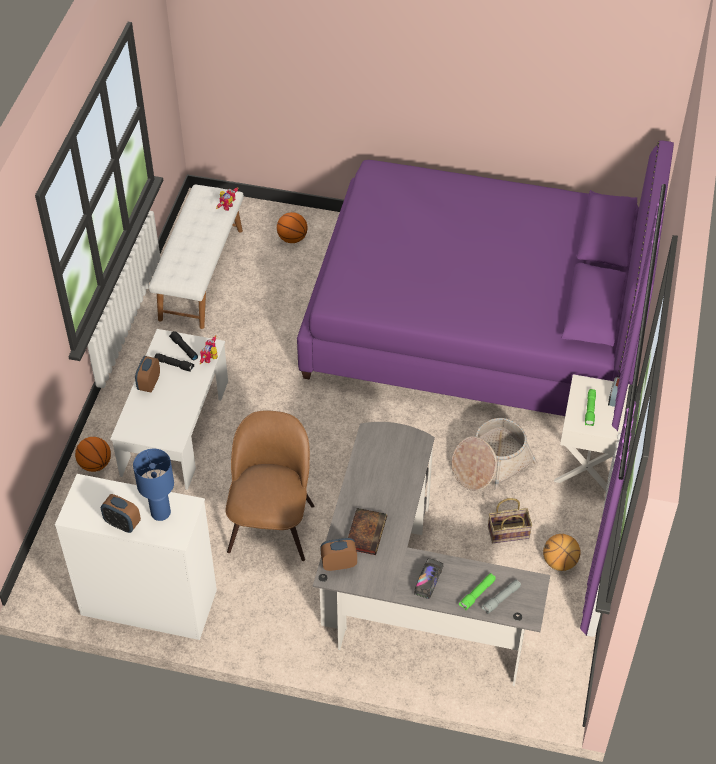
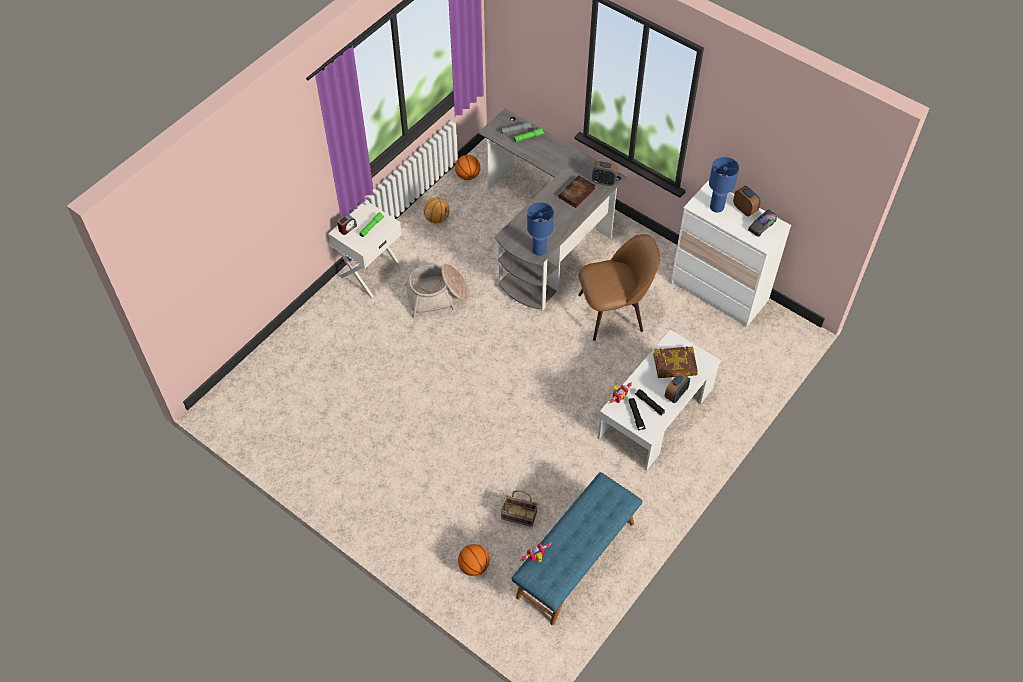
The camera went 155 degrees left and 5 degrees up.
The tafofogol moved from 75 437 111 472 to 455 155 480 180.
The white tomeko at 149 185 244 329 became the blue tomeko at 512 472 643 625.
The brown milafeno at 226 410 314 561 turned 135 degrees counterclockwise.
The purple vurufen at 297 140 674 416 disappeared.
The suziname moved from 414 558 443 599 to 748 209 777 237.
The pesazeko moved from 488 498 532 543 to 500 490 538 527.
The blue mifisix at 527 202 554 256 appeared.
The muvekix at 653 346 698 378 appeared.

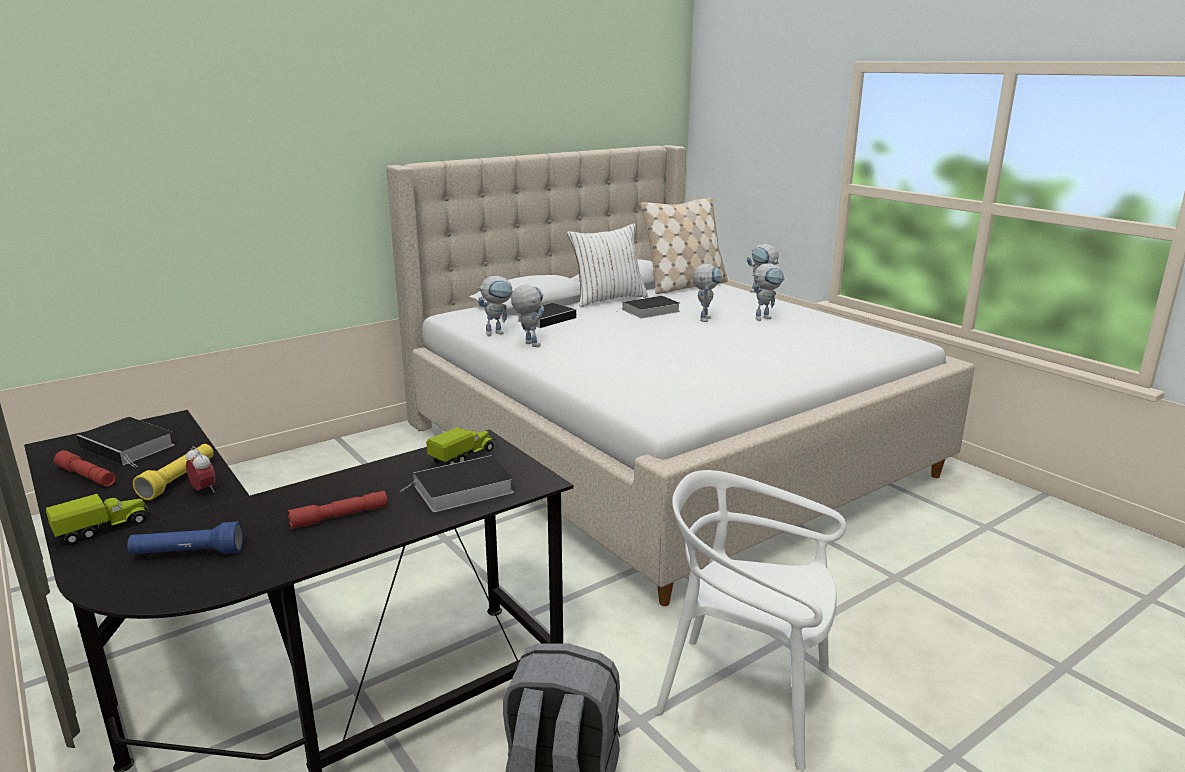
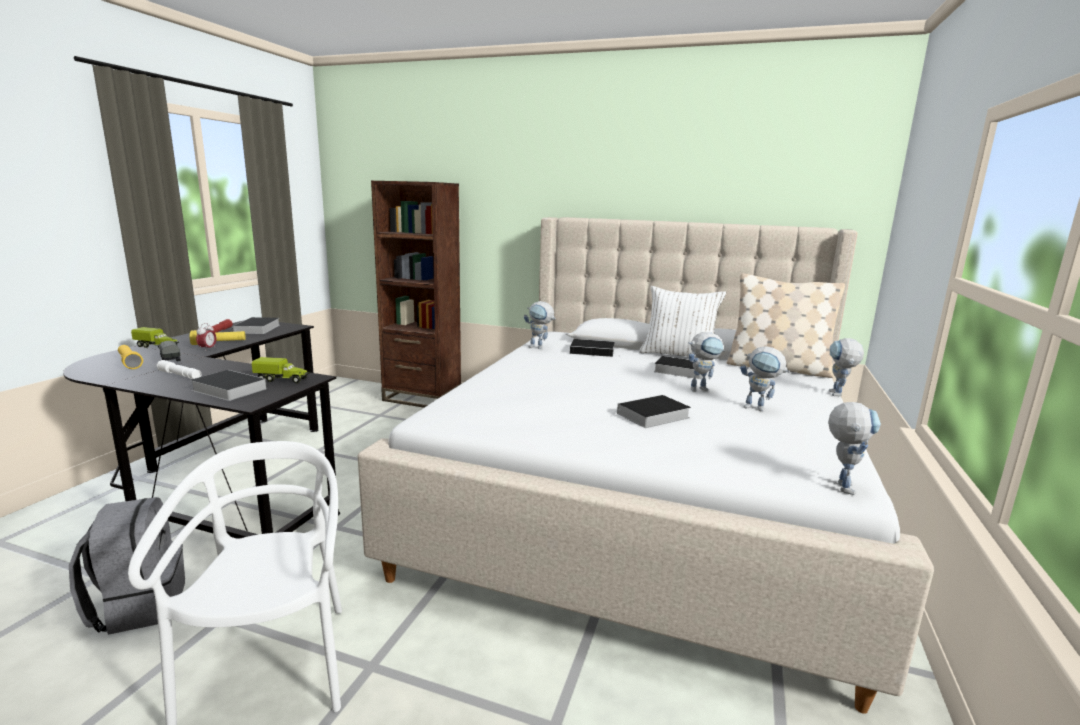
The camera went 55 degrees right and 5 degrees down.
The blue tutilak at 127 521 243 554 became the yellow tutilak at 118 345 143 369.
The red tutilak at 288 491 388 529 became the white tutilak at 157 360 202 379.
The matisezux moved from 511 284 544 347 to 828 402 881 495.
The suziname at 158 341 180 361 appeared.
The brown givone at 371 181 461 408 appeared.
The muvekix at 610 395 691 428 appeared.

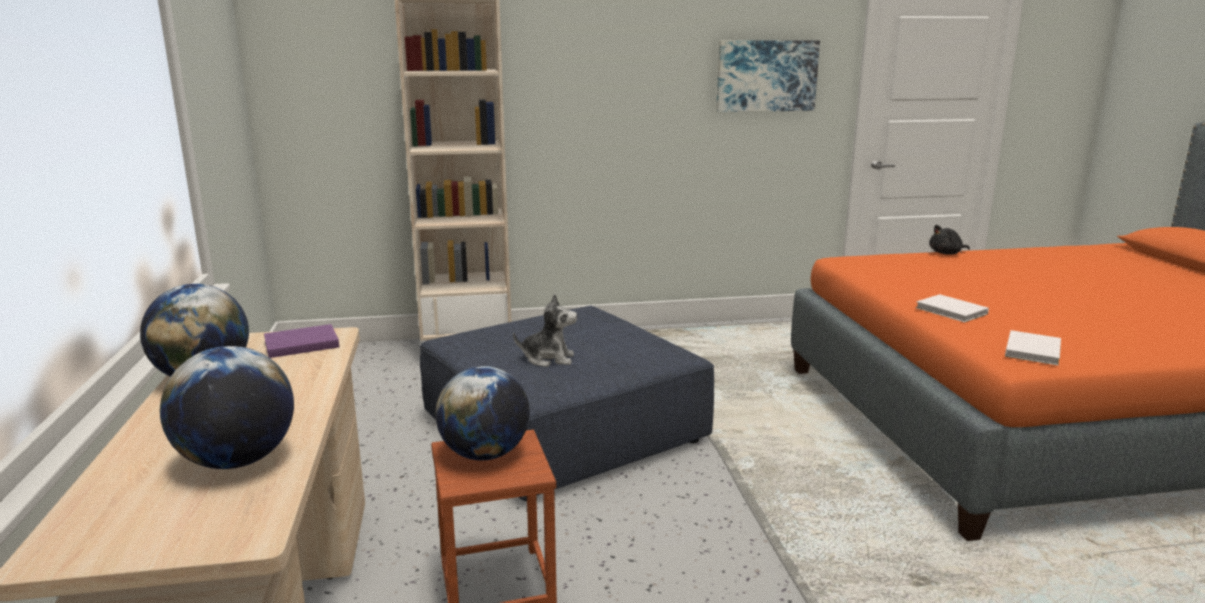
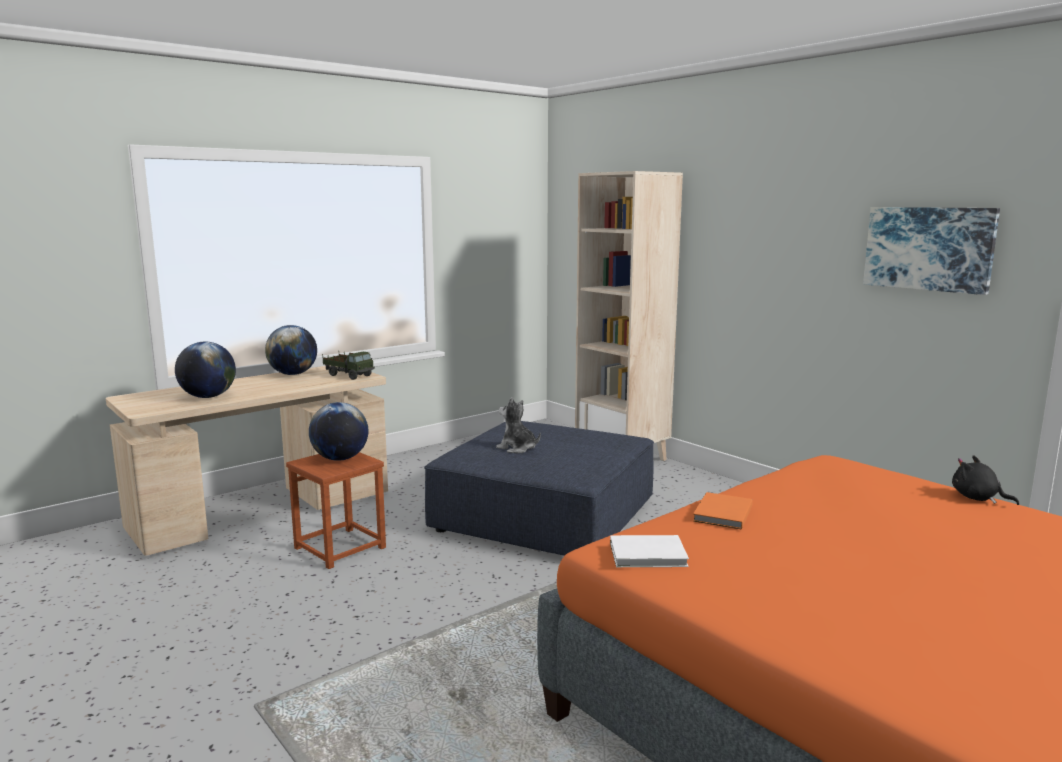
The camera went 60 degrees right and 5 degrees down.
The purple muvekix at 264 324 339 358 was replaced by the suziname at 322 352 375 380.
The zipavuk at 513 294 577 367 turned 150 degrees clockwise.
The white muvekix at 916 294 989 322 became the orange muvekix at 693 492 753 530.

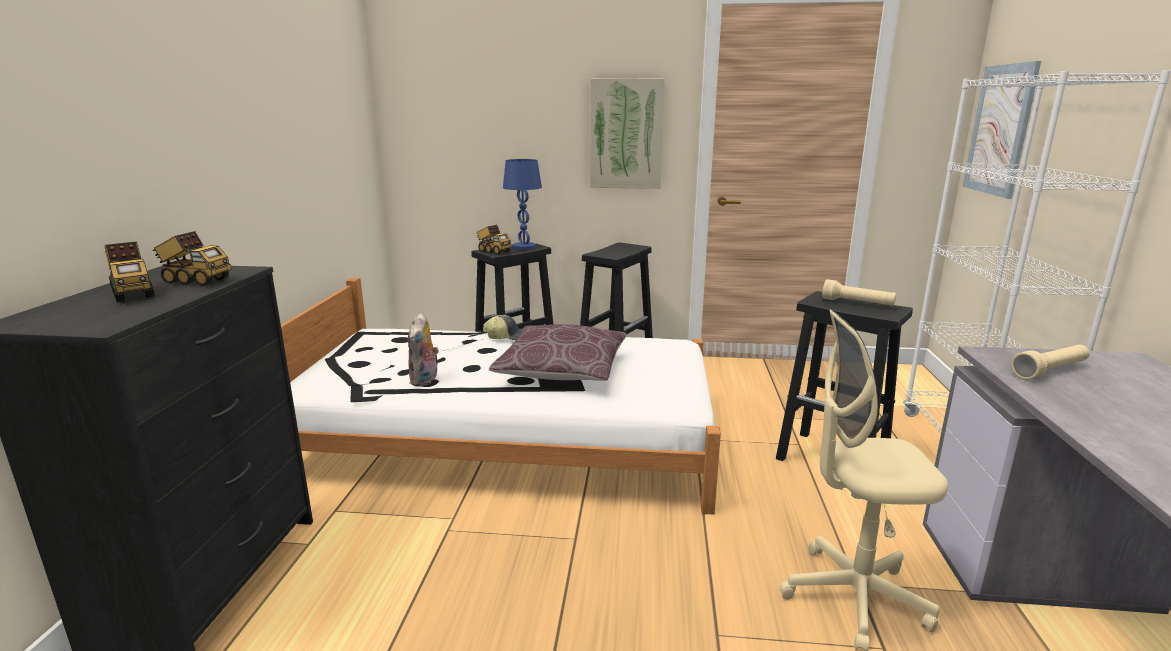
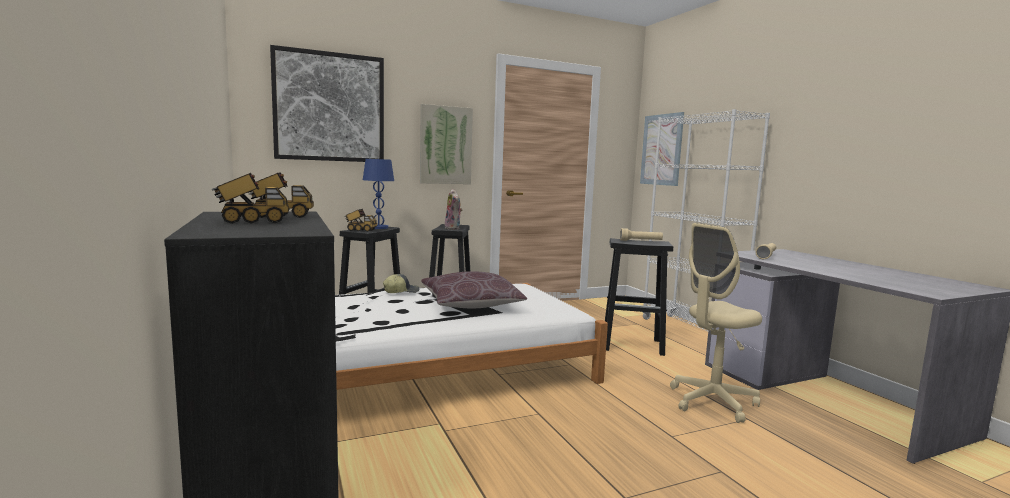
The camera went 30 degrees left and 10 degrees down.
The suziname at 105 242 154 302 turned 45 degrees counterclockwise.
The zipavuk moved from 408 313 439 386 to 443 189 462 230.
The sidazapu at 270 45 384 162 appeared.

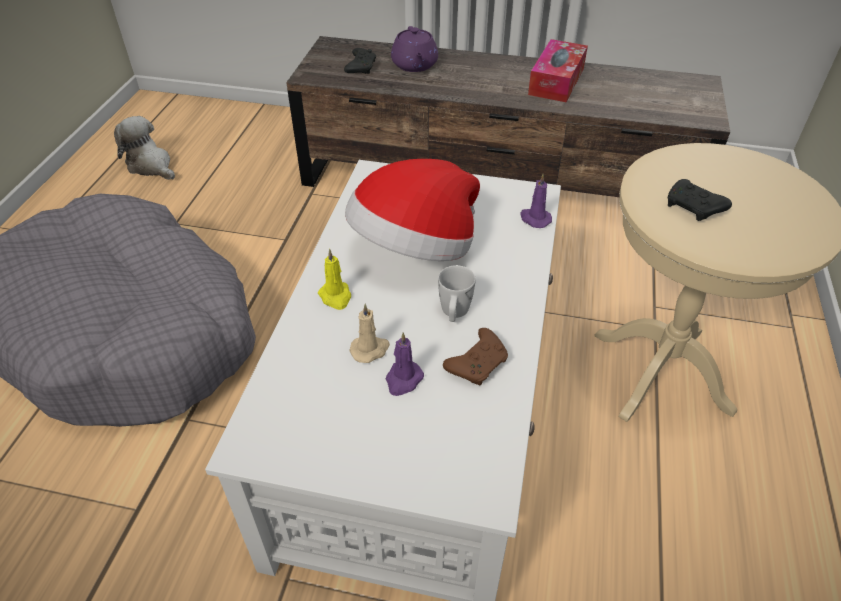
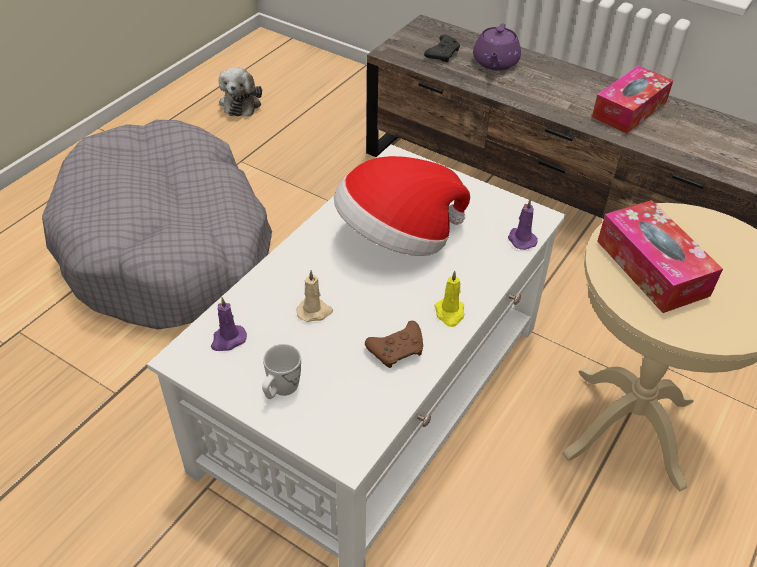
The camera went 20 degrees right and 0 degrees up.
The zipavuk at 114 116 175 180 turned 150 degrees counterclockwise.
The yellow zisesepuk moved from 318 249 351 310 to 435 271 464 327.
The purple zisesepuk moved from 386 332 424 396 to 211 297 247 351.
The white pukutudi moved from 438 265 476 322 to 262 344 301 399.
The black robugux at 668 179 732 221 was replaced by the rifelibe at 597 200 723 313.

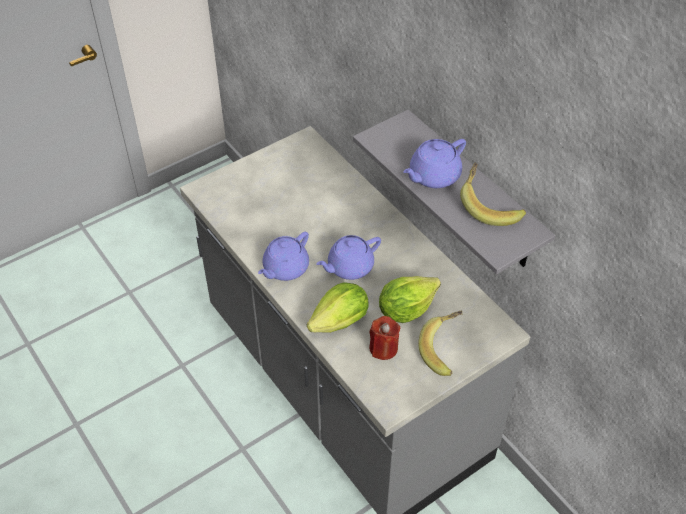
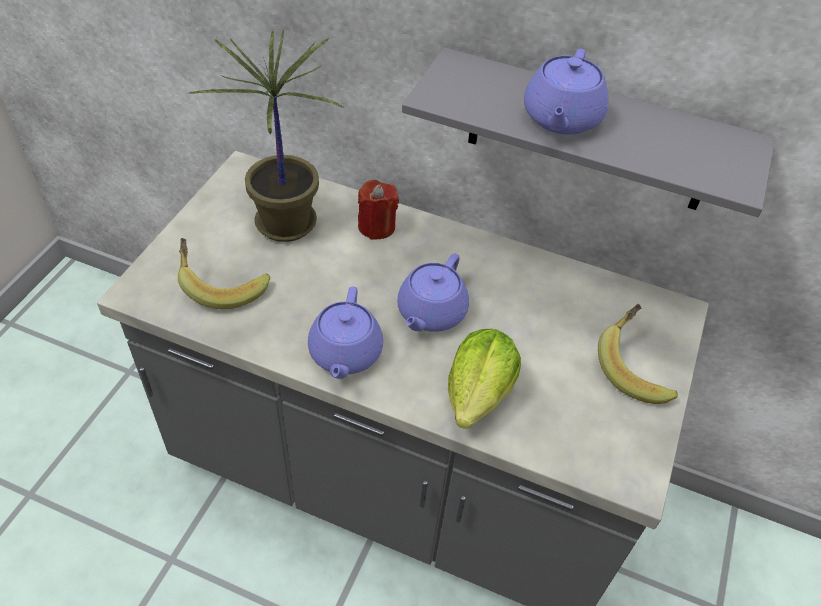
The camera went 35 degrees left and 0 degrees up.
The red zisesepuk moved from 369 316 400 360 to 358 180 399 240.
The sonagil at 379 276 441 323 disappeared.
The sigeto moved from 460 163 526 226 to 178 238 270 309.
The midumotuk at 189 29 345 242 appeared.

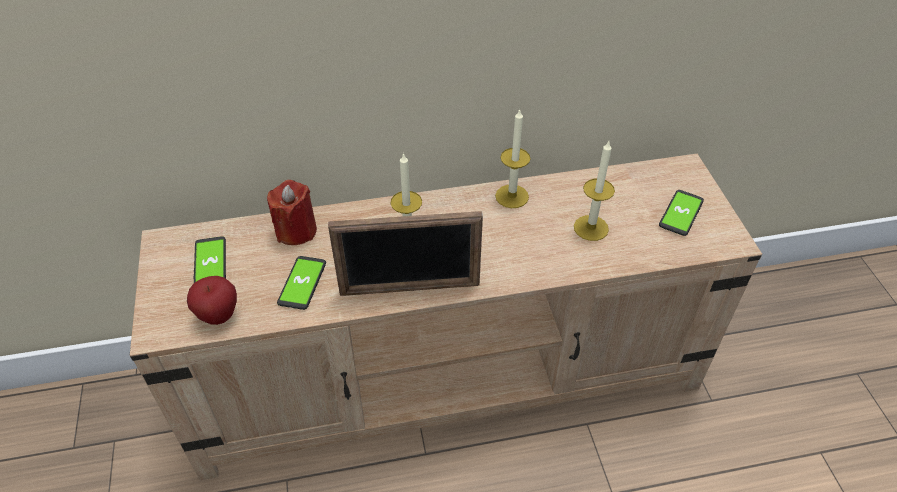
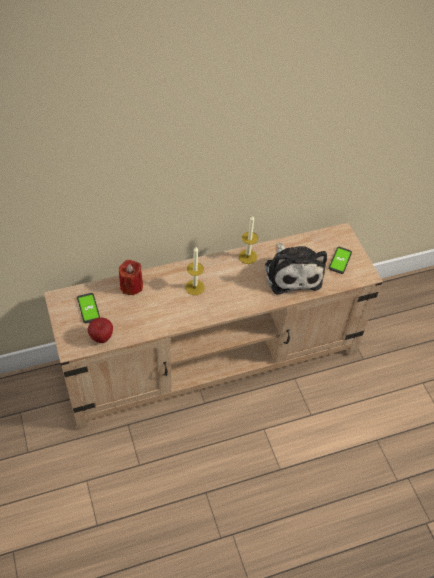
The camera went 10 degrees left and 5 degrees up.
The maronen at 277 256 326 310 disappeared.
The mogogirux at 328 211 483 296 disappeared.
The zisesepuk at 574 141 615 241 was replaced by the zipavuk at 265 243 327 294.

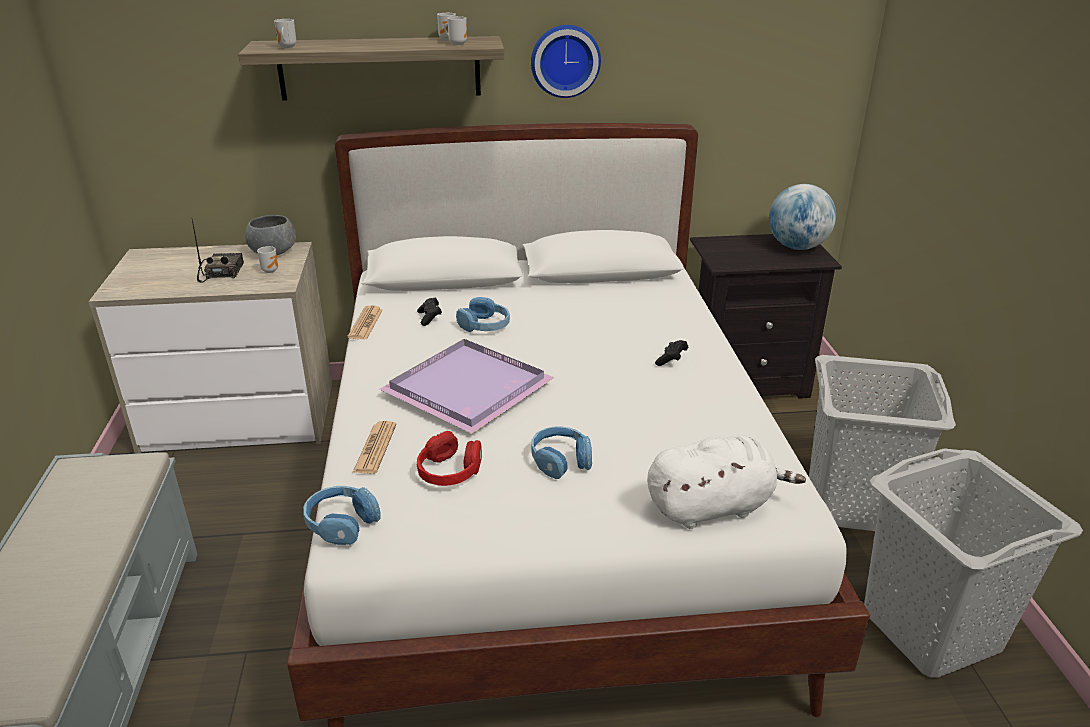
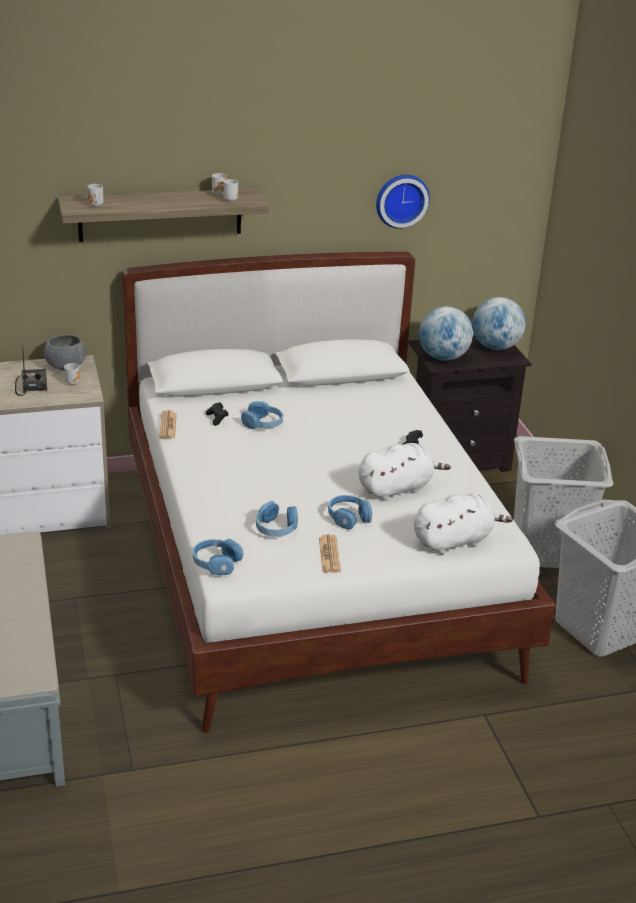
The camera went 10 degrees left and 0 degrees up.
The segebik moved from 352 421 397 474 to 319 534 341 573.
The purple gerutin at 380 339 555 434 disappeared.
The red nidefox at 417 431 482 486 became the blue nidefox at 256 501 298 537.
The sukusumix moved from 531 25 601 98 to 376 175 430 229.
The white zipavuk at 358 443 451 501 appeared.
The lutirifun at 419 306 473 361 appeared.

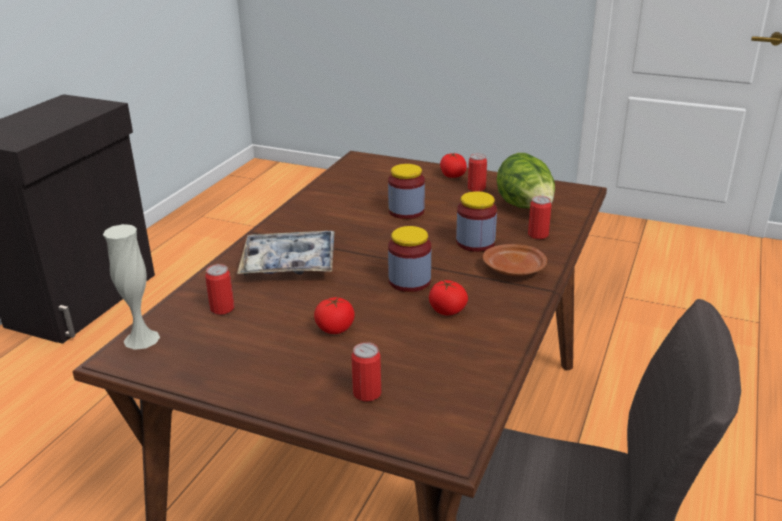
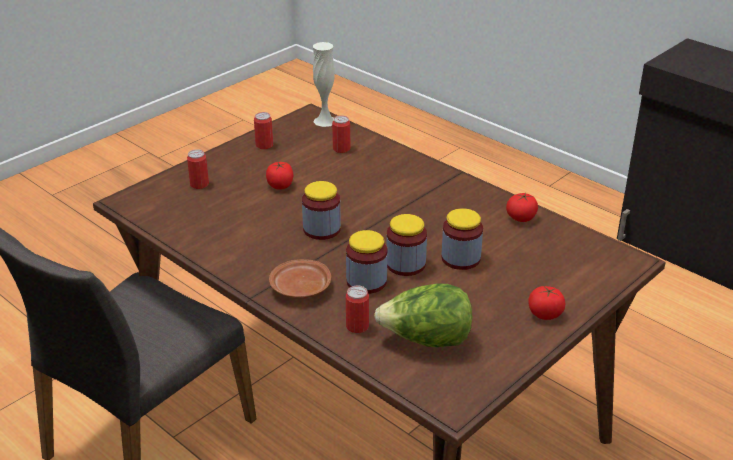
The camera went 110 degrees right and 5 degrees up.
The gerutin at 237 231 335 275 disappeared.
The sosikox moved from 429 280 468 315 to 506 193 538 222.
The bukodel moved from 468 153 487 192 to 254 112 273 149.
The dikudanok at 386 214 427 276 appeared.

